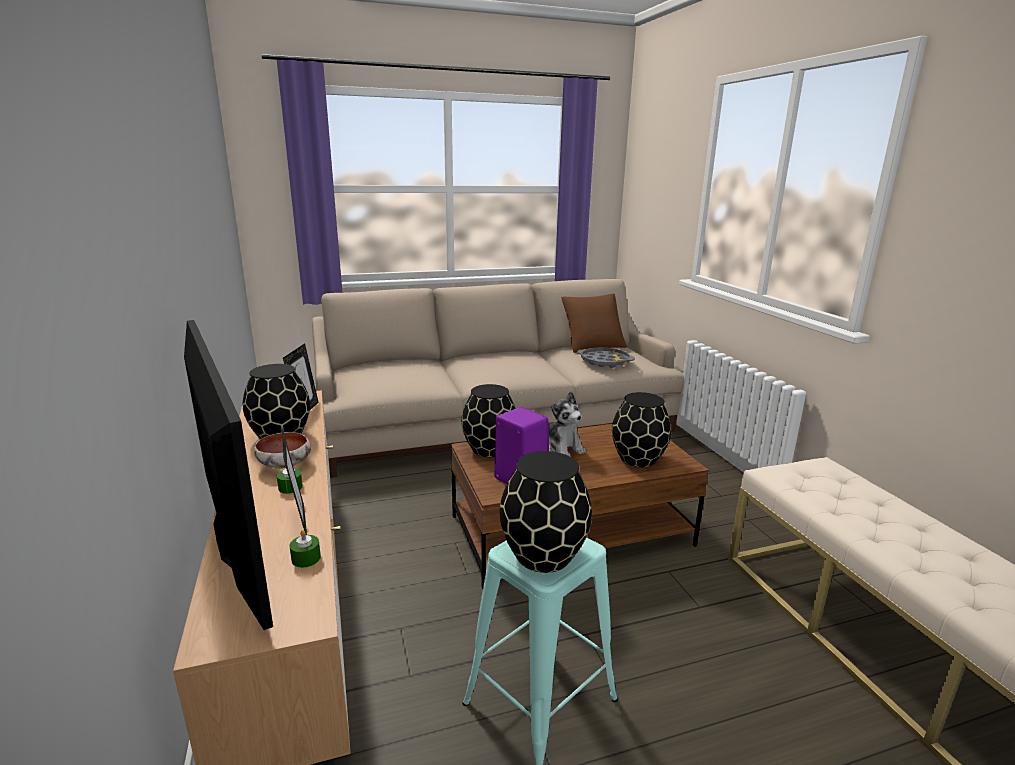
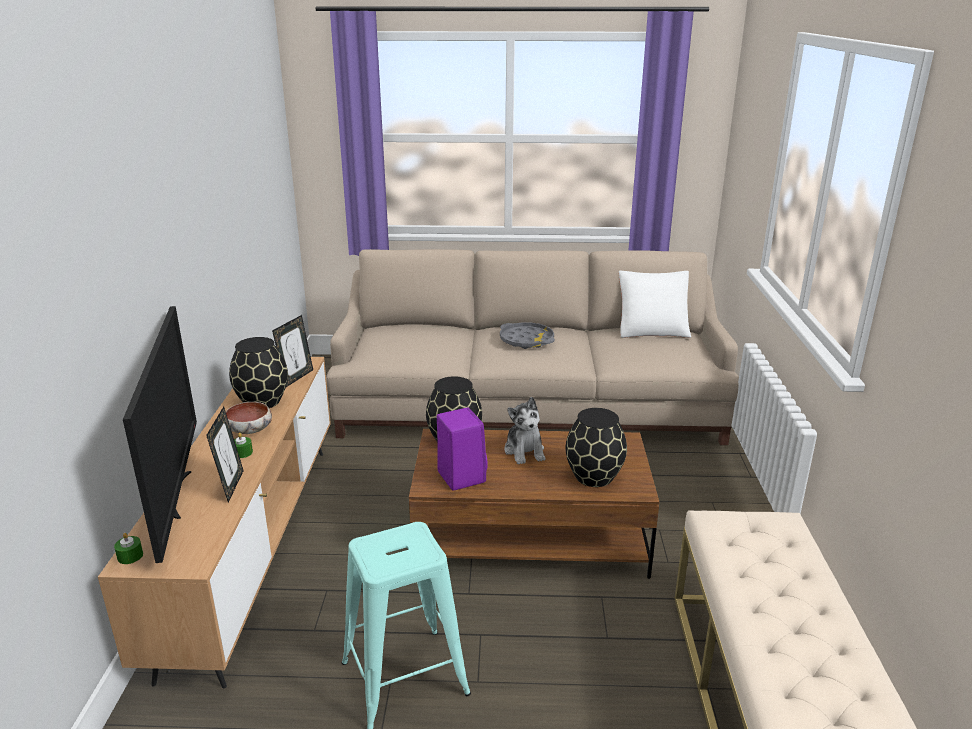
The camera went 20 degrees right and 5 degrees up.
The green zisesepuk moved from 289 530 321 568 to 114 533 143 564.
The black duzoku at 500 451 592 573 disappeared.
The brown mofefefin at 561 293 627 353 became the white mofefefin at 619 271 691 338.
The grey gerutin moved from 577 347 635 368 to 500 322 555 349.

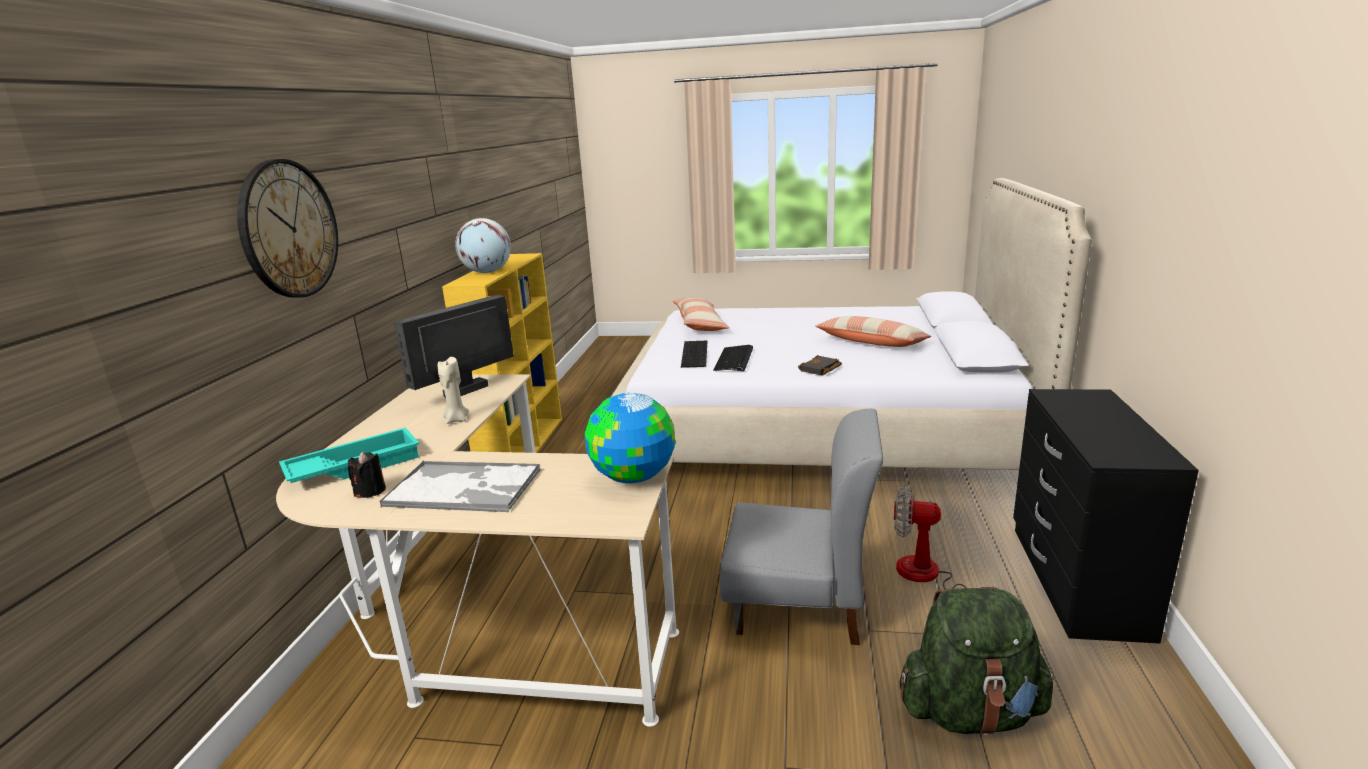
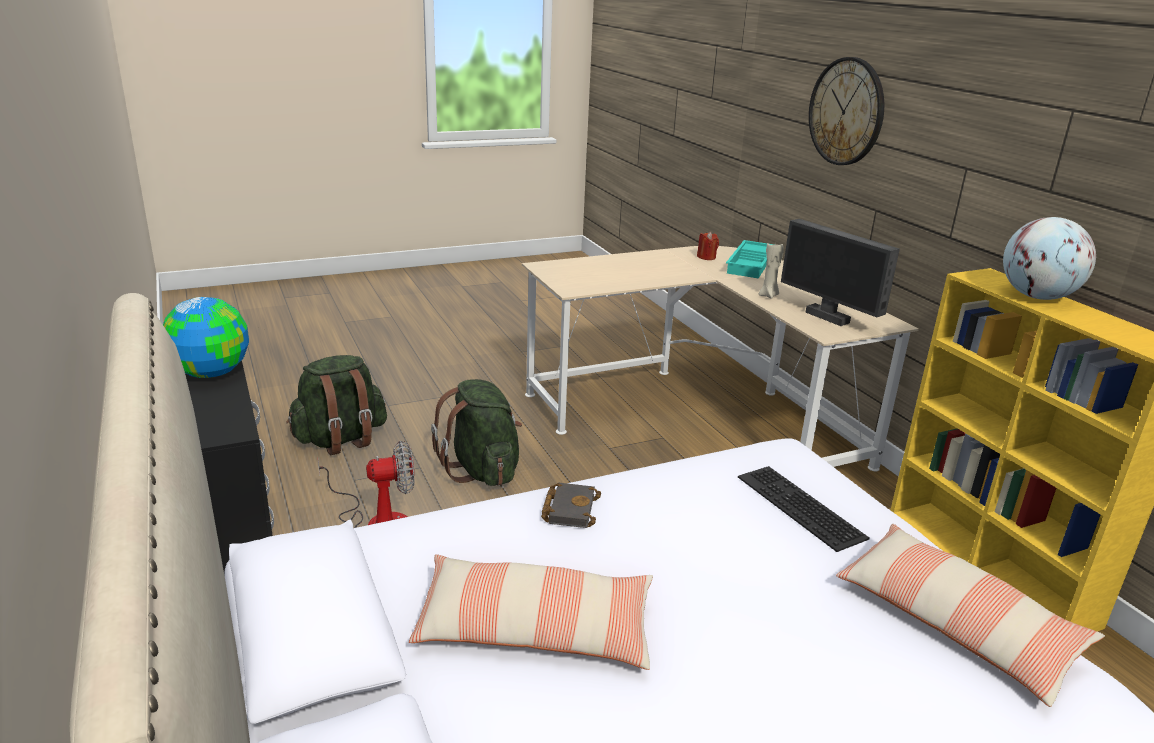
The camera went 145 degrees right and 5 degrees up.
The black zisesepuk at 348 452 386 498 became the red zisesepuk at 697 231 719 260.
The gerutin at 379 461 541 512 disappeared.
The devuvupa at 394 295 514 397 turned 135 degrees clockwise.
The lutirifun moved from 585 393 675 483 to 163 297 249 378.
The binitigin at 714 345 753 371 disappeared.
The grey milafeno at 720 409 883 645 was replaced by the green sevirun at 431 379 522 486.

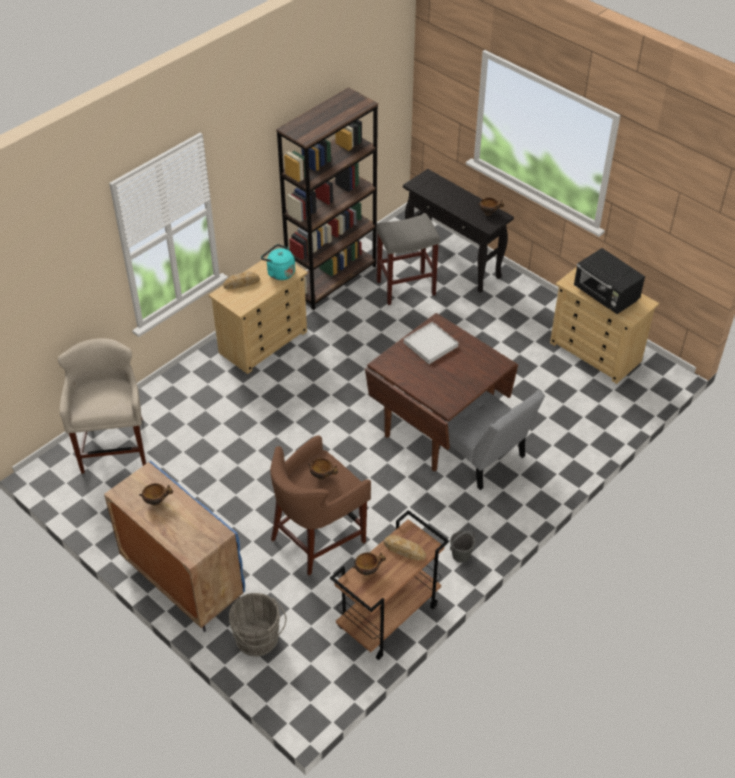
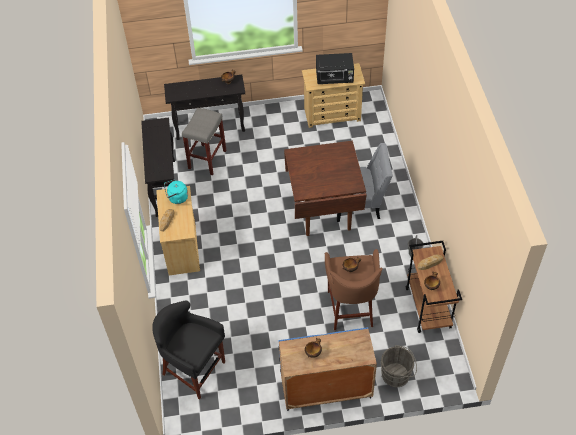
The camera went 50 degrees left and 5 degrees up.
The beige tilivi at 58 338 146 474 became the black tilivi at 152 300 225 400.
The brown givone at 276 87 378 310 was replaced by the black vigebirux at 141 118 175 217.
The white gerutin at 403 322 458 364 disappeared.

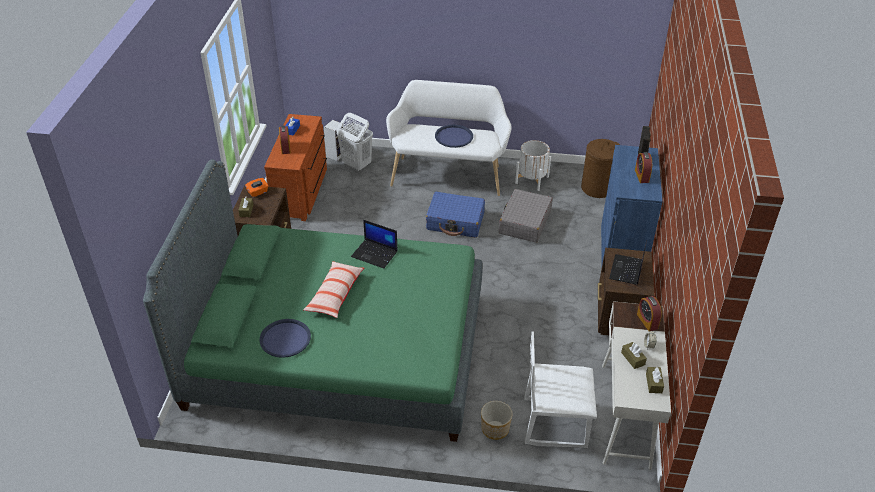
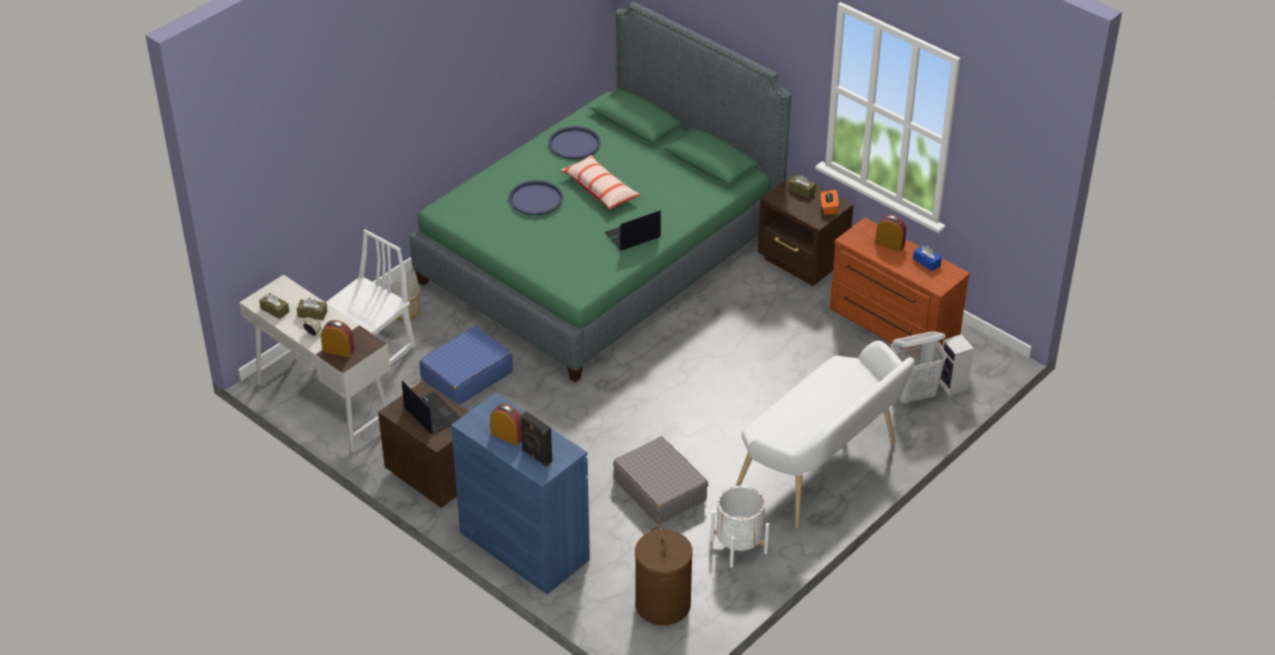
The camera went 125 degrees right and 0 degrees up.
The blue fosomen moved from 426 192 485 238 to 419 326 513 405.
The blue gerutin moved from 435 124 473 148 to 509 180 563 215.

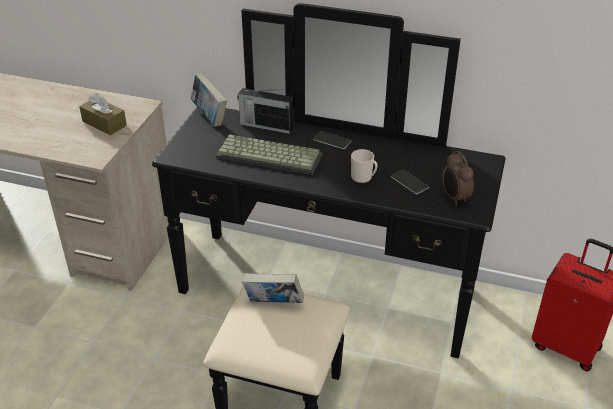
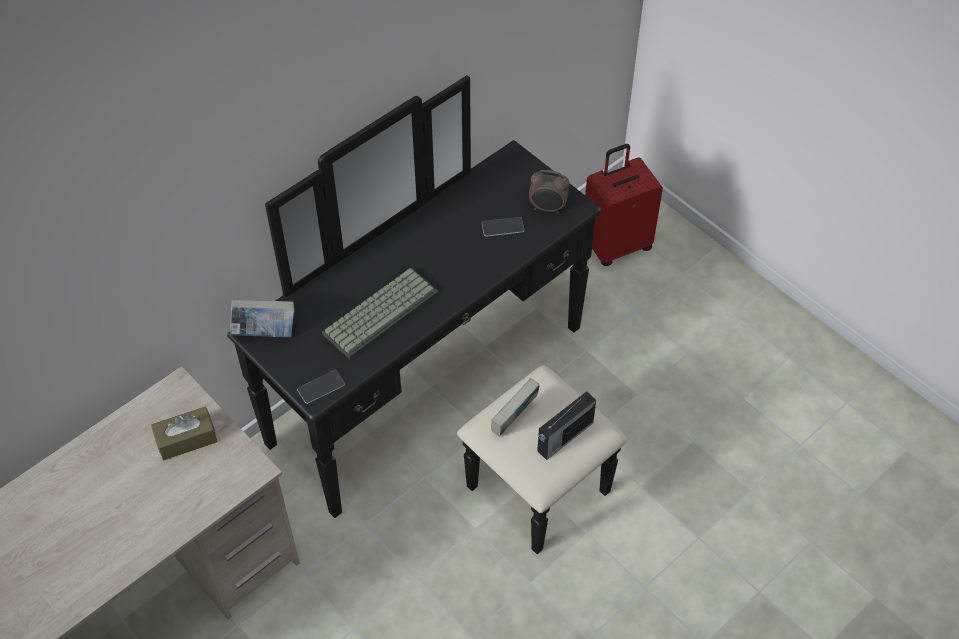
The camera went 60 degrees left and 15 degrees up.
The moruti moved from 237 88 294 134 to 537 391 596 460.
The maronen moved from 313 131 351 149 to 297 370 345 404.
The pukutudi at 351 149 378 183 disappeared.

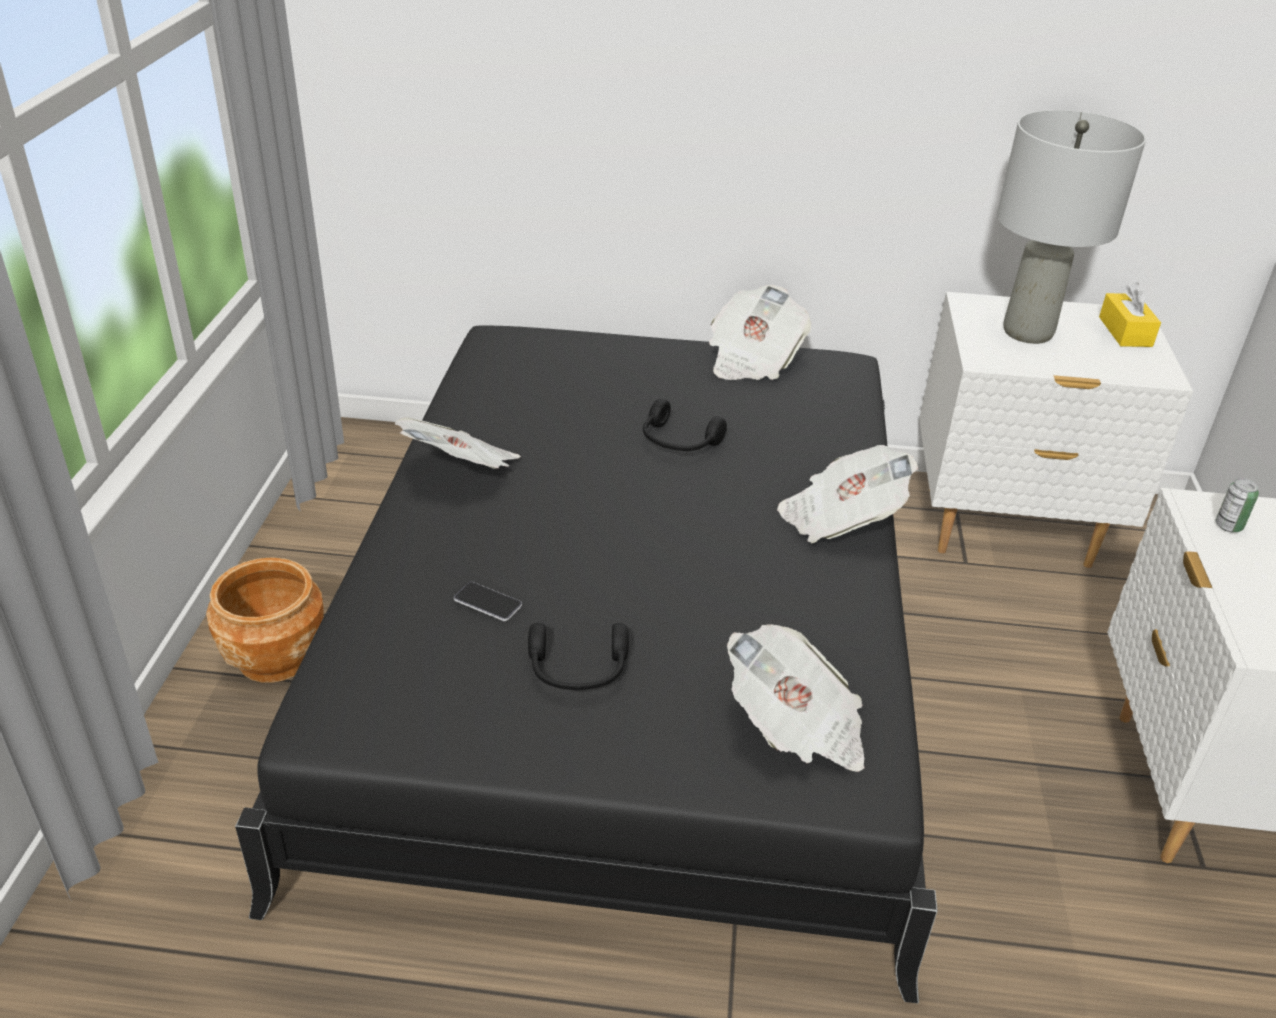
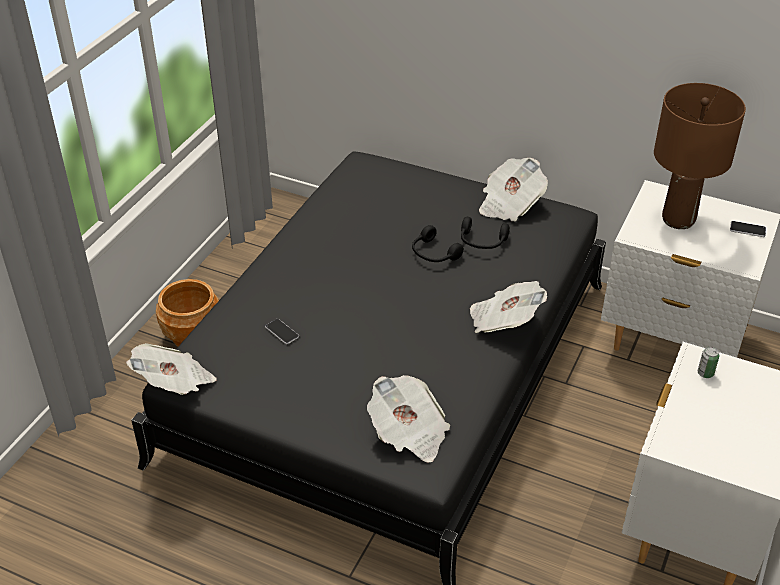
The camera went 20 degrees right and 5 degrees up.
The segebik moved from 395 417 521 469 to 126 343 217 395.
The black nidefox moved from 528 623 629 691 to 461 217 510 249.
The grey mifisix at 997 110 1146 344 became the brown mifisix at 654 83 746 229.
The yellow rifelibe at 1099 282 1161 347 was replaced by the maronen at 730 221 766 237.

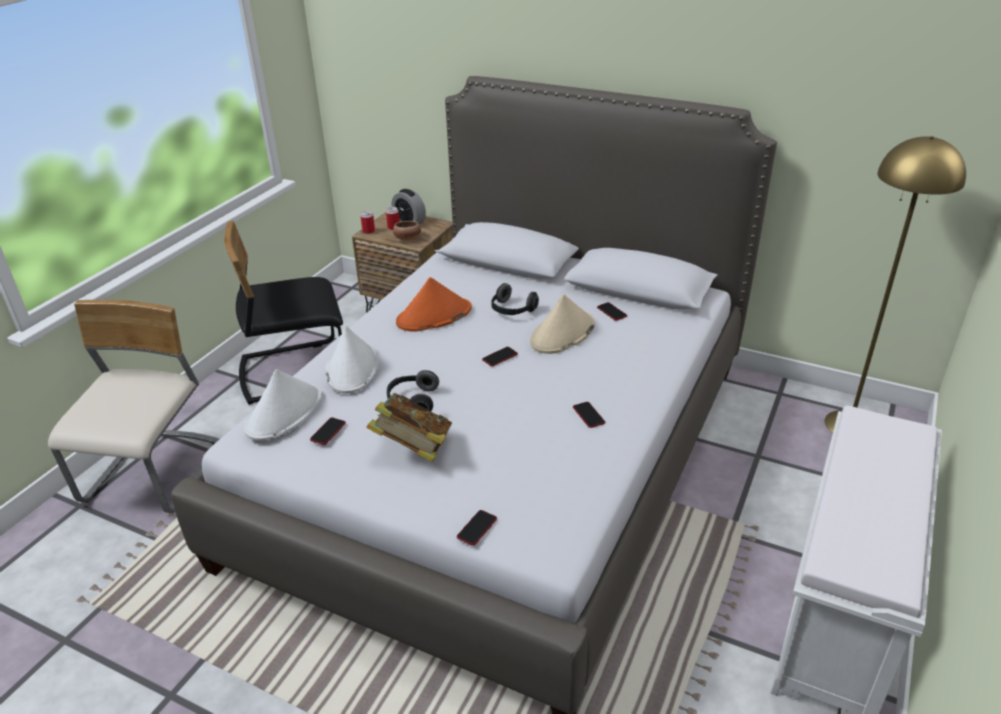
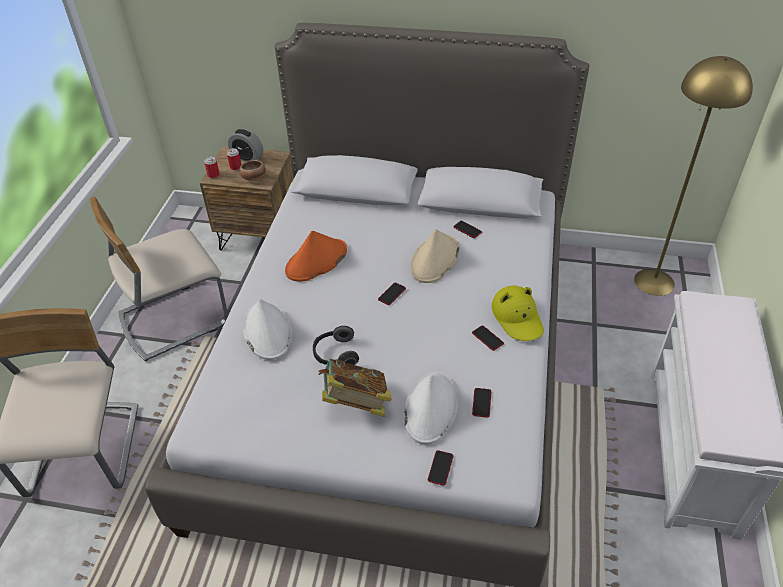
The camera went 15 degrees left and 10 degrees up.
The black milafeno at 224 221 343 405 became the beige milafeno at 90 197 228 362.
The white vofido moved from 244 369 322 441 to 404 372 458 444.
The maronen moved from 310 417 346 445 to 472 388 491 418.
The nidefox at 491 283 539 315 disappeared.
The yellow vofido at 492 286 544 341 appeared.

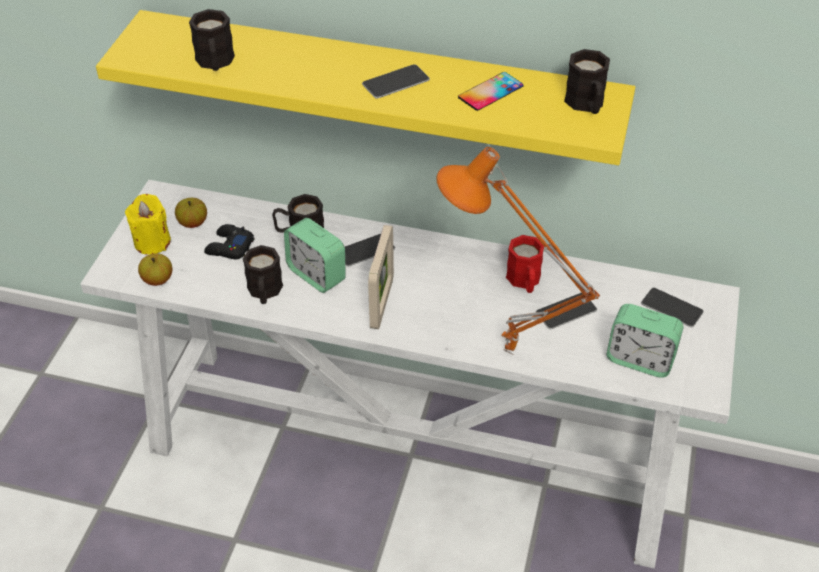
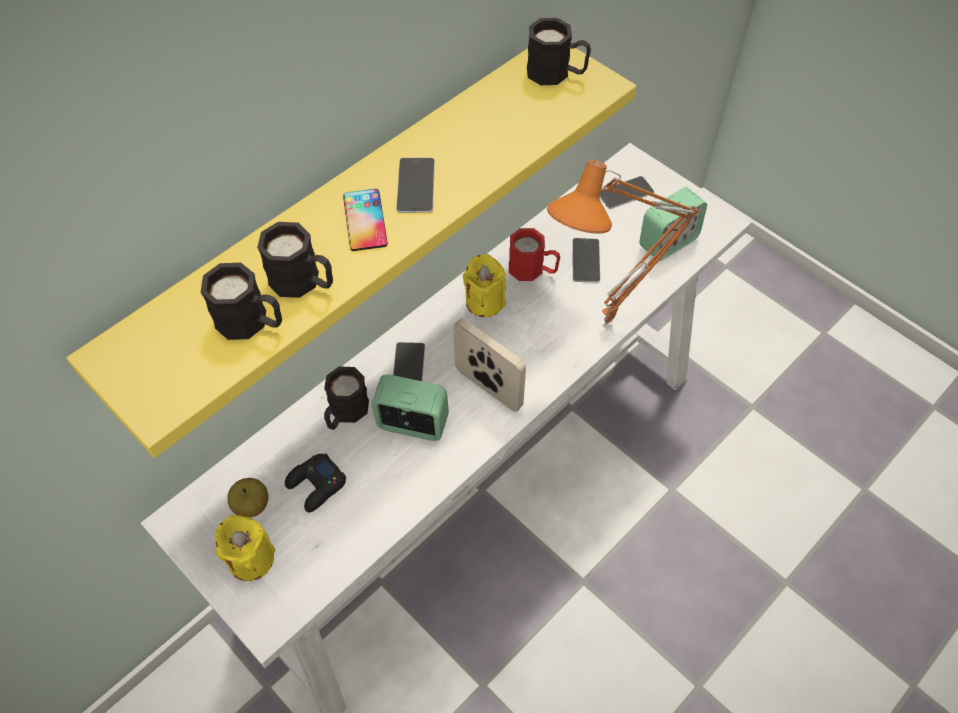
The camera went 60 degrees left and 10 degrees up.
The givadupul at 138 253 172 286 disappeared.
The black pukutudi moved from 243 245 283 304 to 257 222 333 298.
The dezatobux at 284 218 346 293 turned 150 degrees counterclockwise.
The maronen moved from 458 72 523 111 to 343 189 388 251.
The yellow zisesepuk at 463 254 506 317 appeared.

